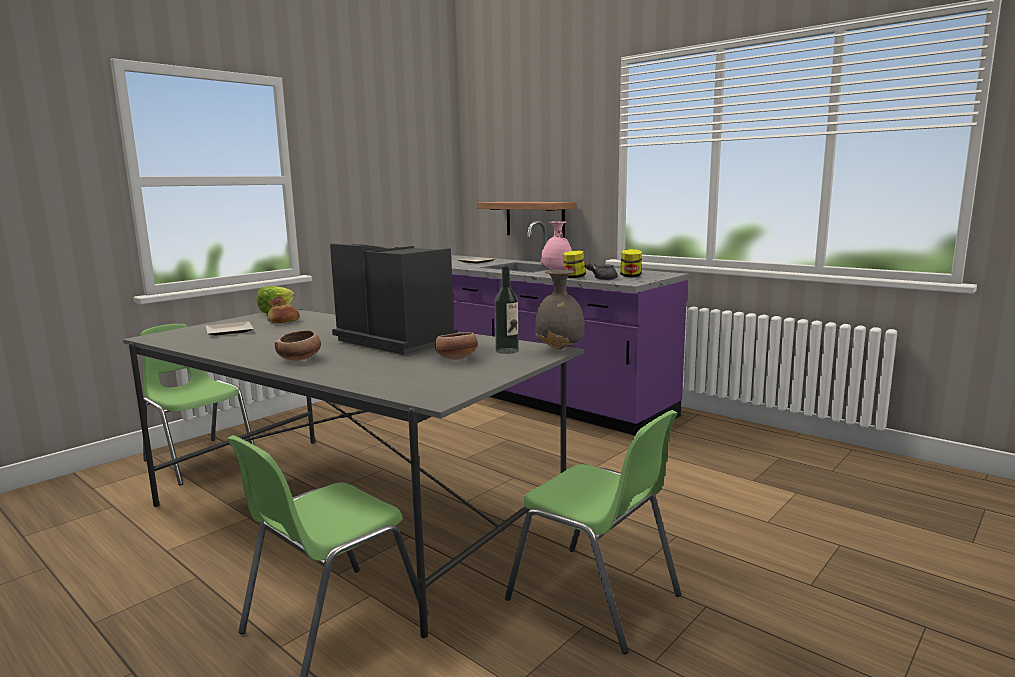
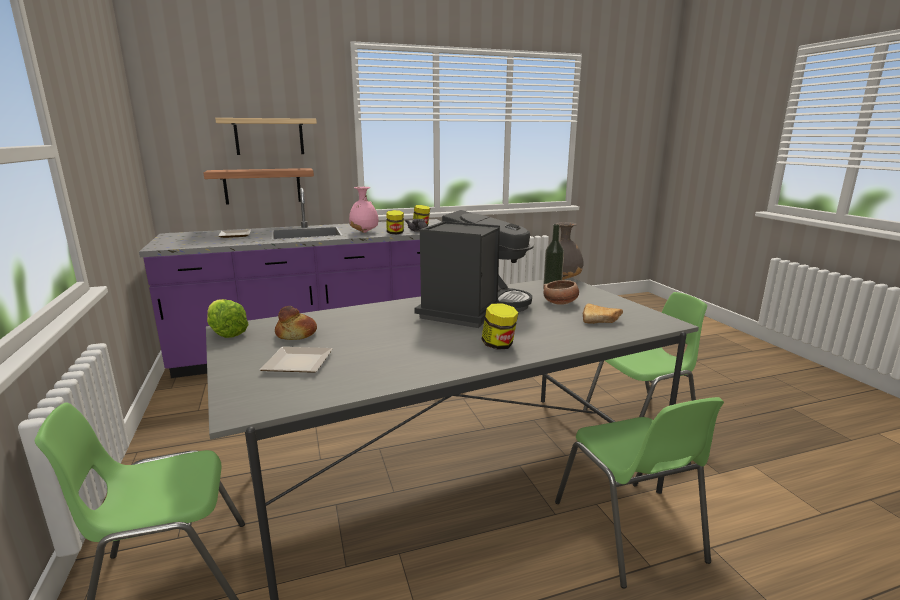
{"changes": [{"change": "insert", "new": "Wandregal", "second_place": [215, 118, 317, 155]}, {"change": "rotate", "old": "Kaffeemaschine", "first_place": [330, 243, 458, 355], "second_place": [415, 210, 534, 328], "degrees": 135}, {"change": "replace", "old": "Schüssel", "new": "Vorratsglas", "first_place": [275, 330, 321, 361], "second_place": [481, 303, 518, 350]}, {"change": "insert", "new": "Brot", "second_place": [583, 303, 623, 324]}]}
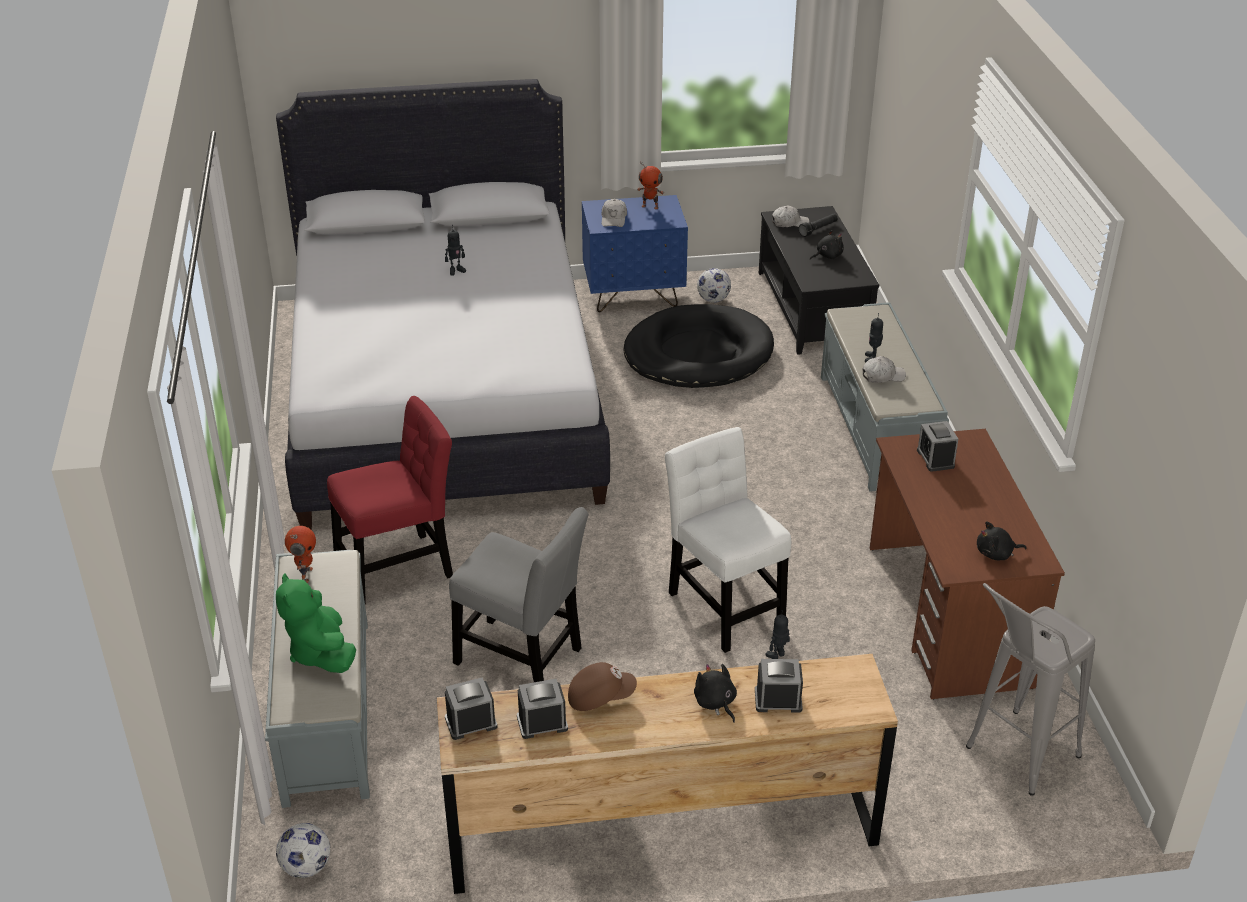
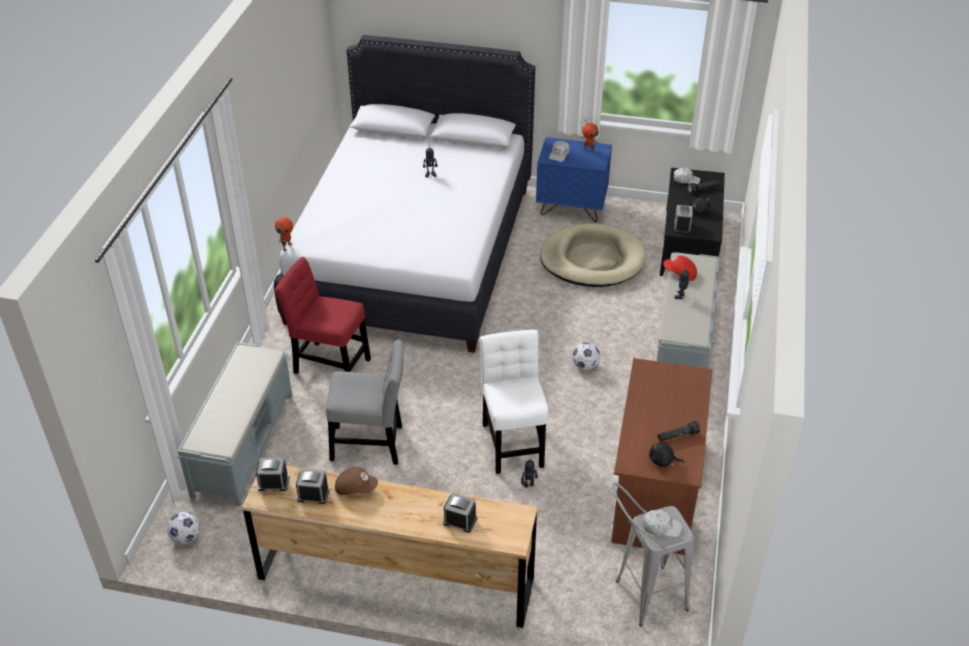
{"changes": [{"change": "move", "old": "Spielzeugroboter", "first_place": [285, 526, 316, 583], "second_place": [275, 217, 293, 251]}, {"change": "rotate", "old": "Stuhl/rot", "first_place": [327, 396, 453, 604], "second_place": [275, 257, 371, 374], "degrees": -150}, {"change": "rotate", "old": "Stuhl/grau", "first_place": [449, 507, 588, 682], "second_place": [326, 339, 404, 465], "degrees": -45}, {"change": "recolor", "old": "Hundebett/schwarz", "new": "Hundebett/beige", "first_place": [624, 304, 774, 388], "second_place": [540, 223, 646, 287]}, {"change": "move", "old": "Fußball", "first_place": [697, 268, 731, 303], "second_place": [572, 342, 600, 370]}, {"change": "move", "old": "Kappe/weiß", "first_place": [862, 356, 906, 383], "second_place": [643, 510, 682, 537]}, {"change": "insert", "new": "Taschenlampe/schwarz", "second_place": [658, 421, 700, 441]}, {"change": "insert", "new": "Kappe/rot", "second_place": [664, 256, 697, 281]}, {"change": "move", "old": "Wecker", "first_place": [917, 421, 958, 472], "second_place": [674, 205, 692, 233]}, {"change": "delete", "old": "Plüschtier/grün", "first_place": [276, 573, 356, 673]}, {"change": "delete", "old": "Plüschtier/schwarz", "first_place": [694, 664, 737, 723]}]}
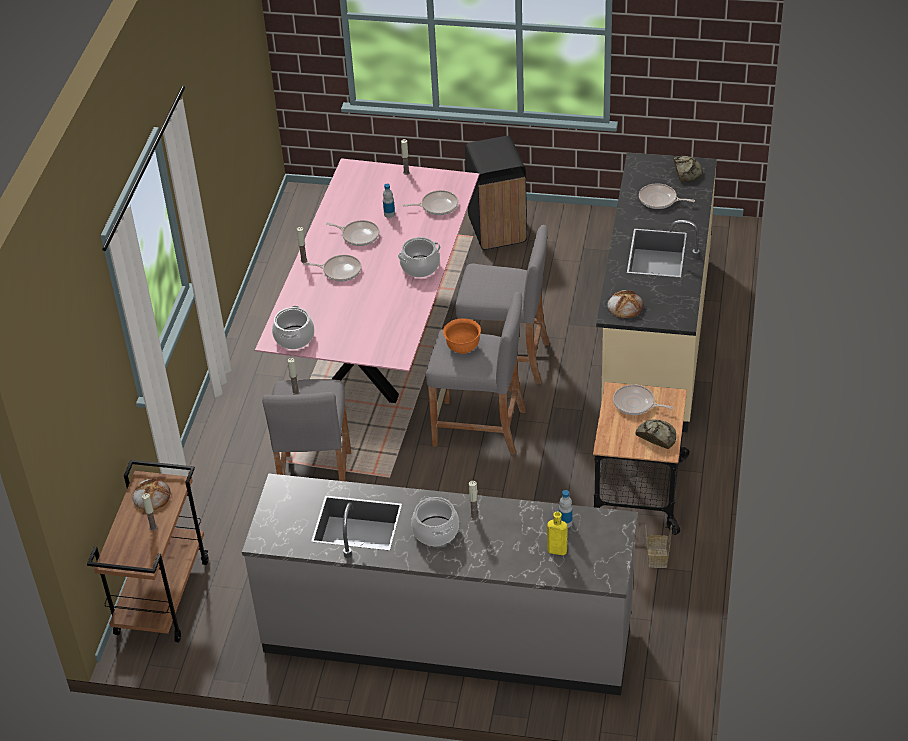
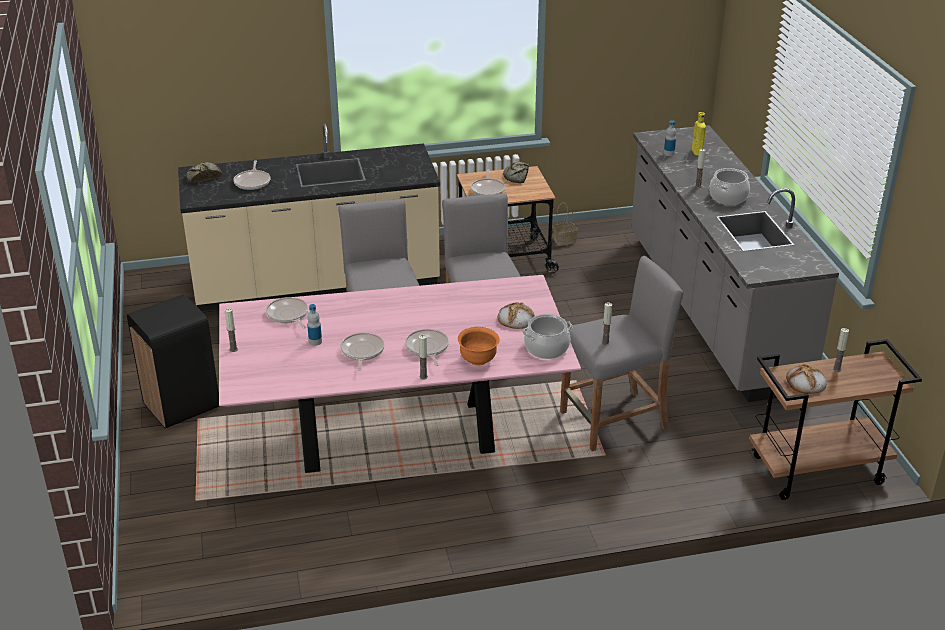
{"changes": [{"change": "move", "old": "Schüssel/orange", "first_place": [443, 318, 481, 354], "second_place": [458, 327, 500, 365]}, {"change": "move", "old": "Brot", "first_place": [607, 290, 644, 318], "second_place": [497, 302, 535, 329]}, {"change": "delete", "old": "Kochtopf", "first_place": [398, 237, 441, 277]}]}
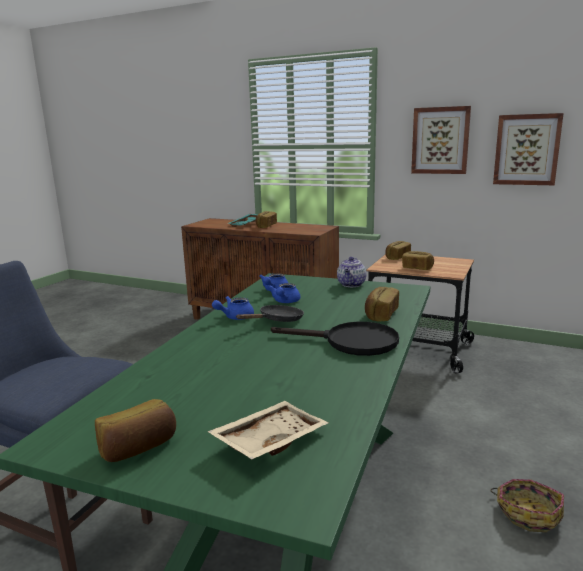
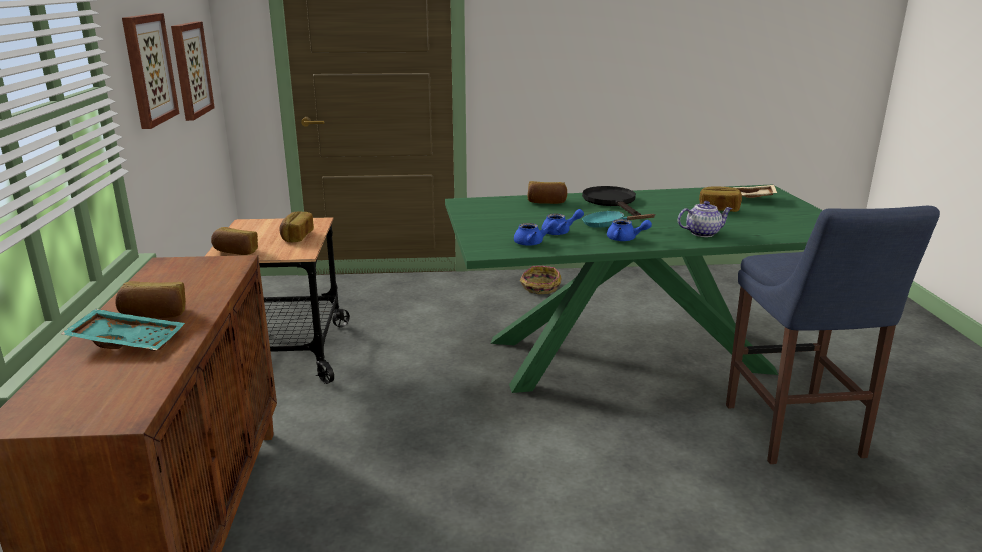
{"changes": [{"change": "recolor", "old": "Pfanne/schwarz", "new": "Pfanne/türkis", "first_place": [236, 305, 304, 322], "second_place": [582, 211, 655, 228]}, {"change": "move", "old": "Teekanne", "first_place": [337, 257, 367, 287], "second_place": [678, 201, 732, 237]}, {"change": "move", "old": "Brot", "first_place": [95, 399, 176, 462], "second_place": [699, 186, 742, 212]}]}
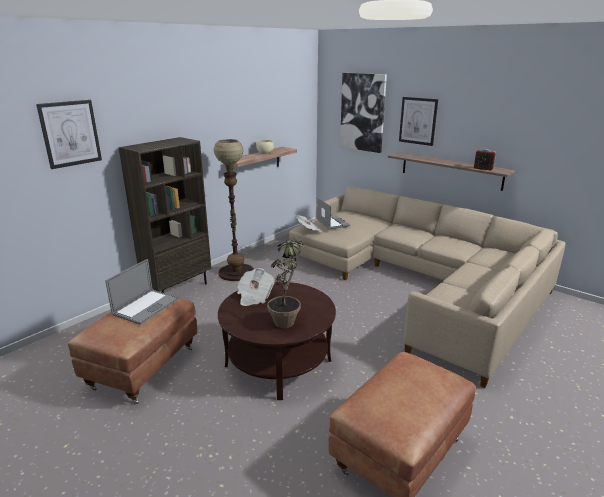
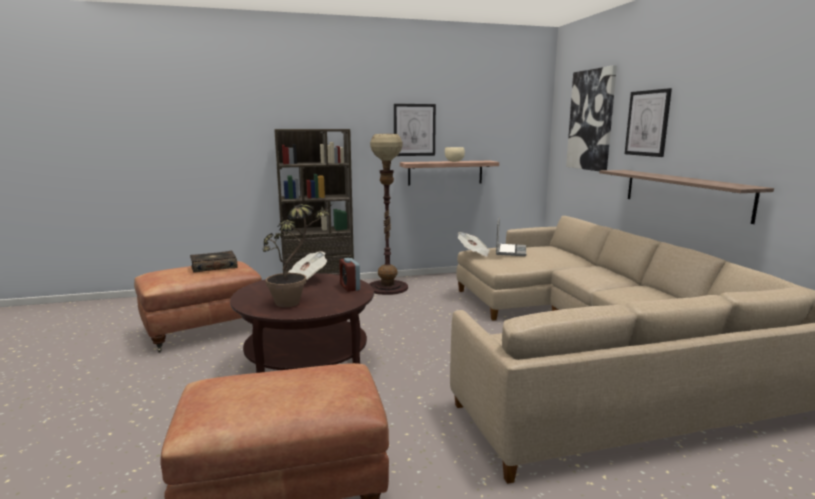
{"changes": [{"change": "replace", "old": "Laptop", "new": "Buch", "first_place": [105, 259, 179, 325], "second_place": [190, 251, 238, 273]}, {"change": "move", "old": "Wecker", "first_place": [474, 149, 496, 170], "second_place": [339, 258, 360, 292]}, {"change": "move", "old": "Bild", "first_place": [36, 100, 102, 169], "second_place": [394, 104, 436, 156]}]}
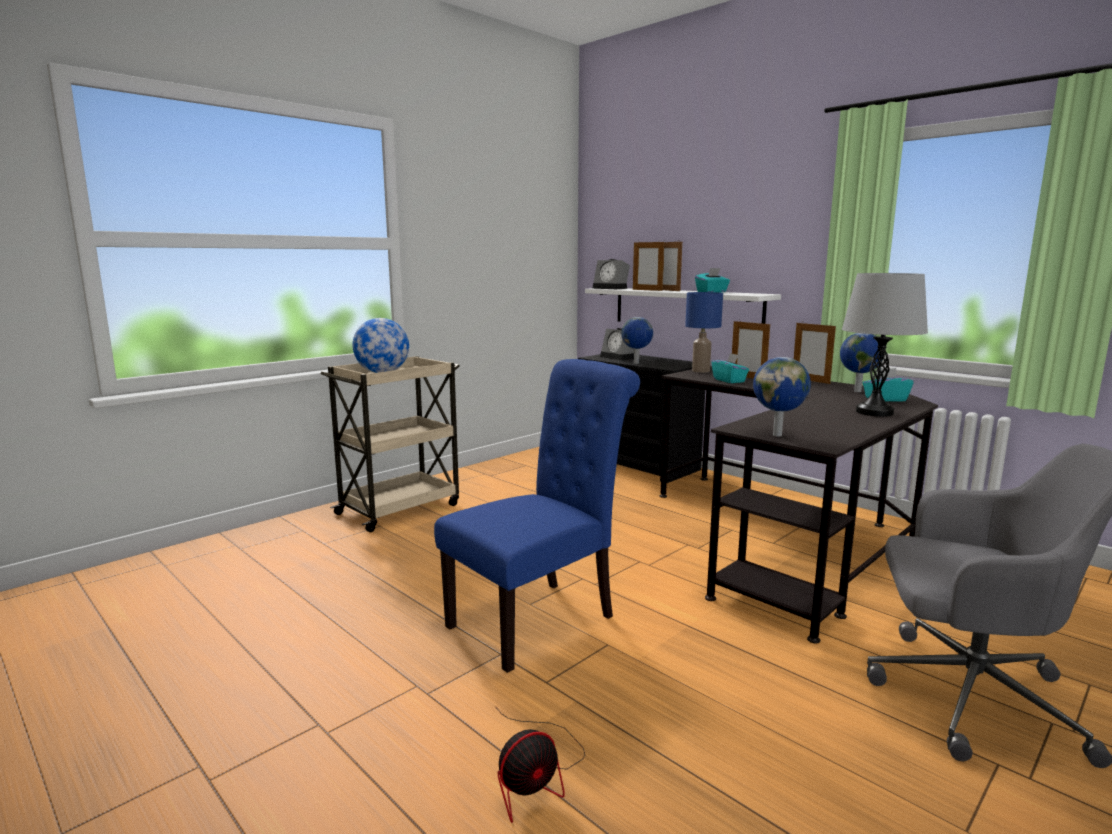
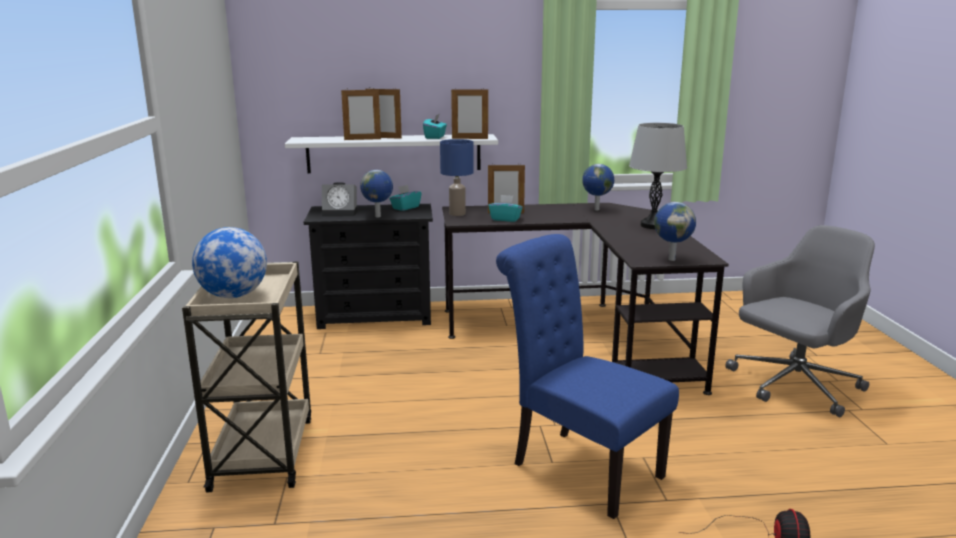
{"changes": [{"change": "move", "old": "Taschentuchbox/türkis", "first_place": [863, 368, 914, 402], "second_place": [389, 185, 422, 211]}, {"change": "move", "old": "Bilderrahmen", "first_place": [794, 322, 836, 384], "second_place": [451, 89, 488, 139]}, {"change": "rotate", "old": "Stuhl/blau", "first_place": [434, 359, 640, 673], "second_place": [496, 234, 679, 519], "degrees": -45}, {"change": "delete", "old": "Wecker", "first_place": [592, 259, 630, 289]}]}
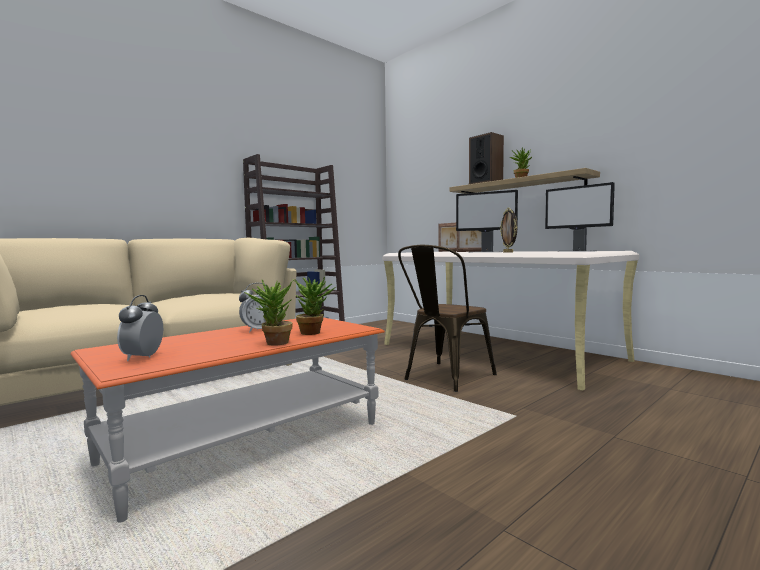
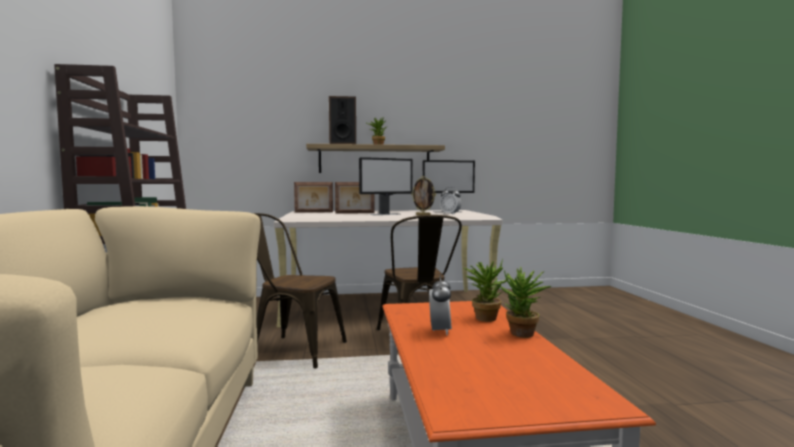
{"changes": [{"change": "insert", "new": "Stuhl/braun", "second_place": [253, 213, 347, 368]}, {"change": "move", "old": "Wecker", "first_place": [117, 295, 163, 361], "second_place": [440, 187, 462, 214]}]}
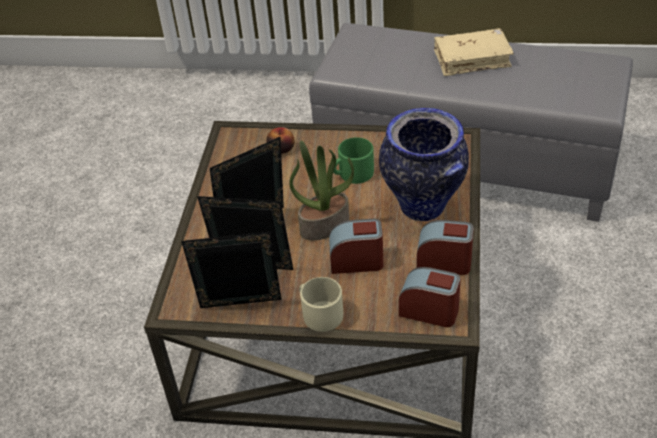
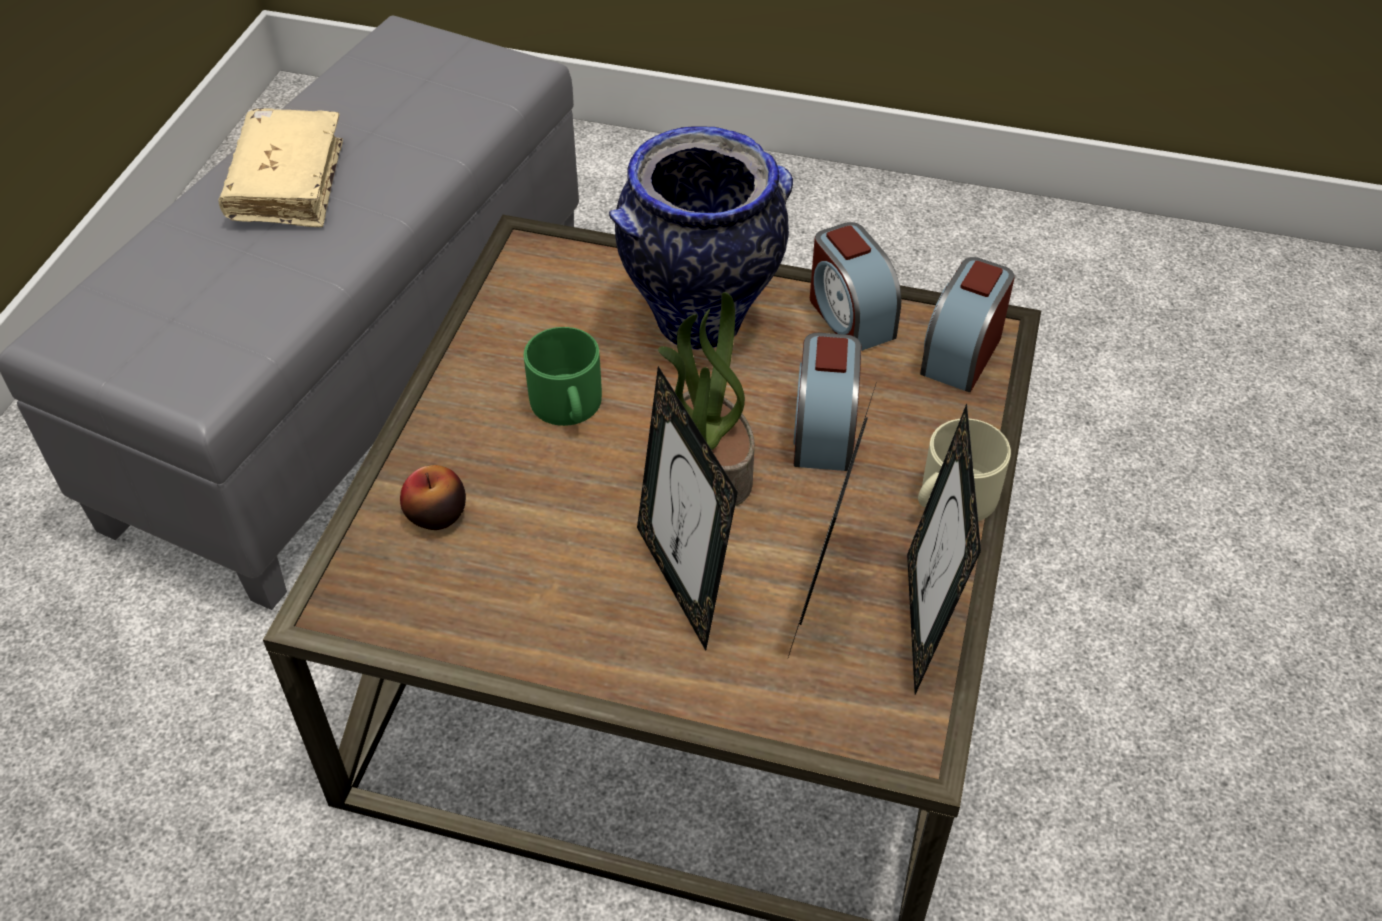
{"changes": [{"change": "rotate", "old": "Wecker", "first_place": [417, 220, 474, 275], "second_place": [810, 222, 902, 351], "degrees": -45}]}
